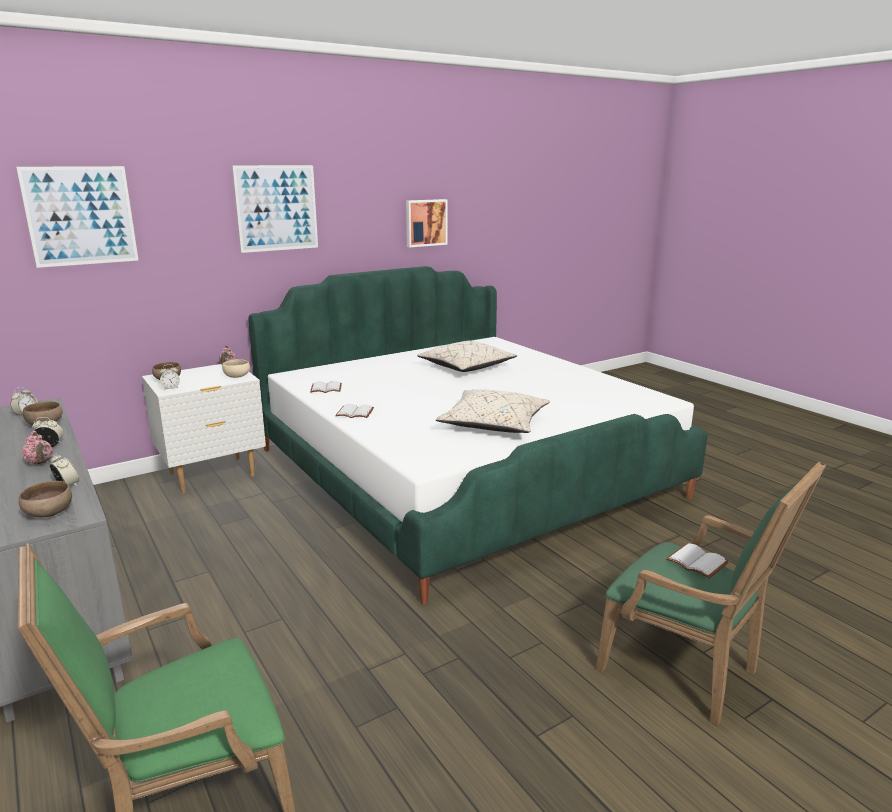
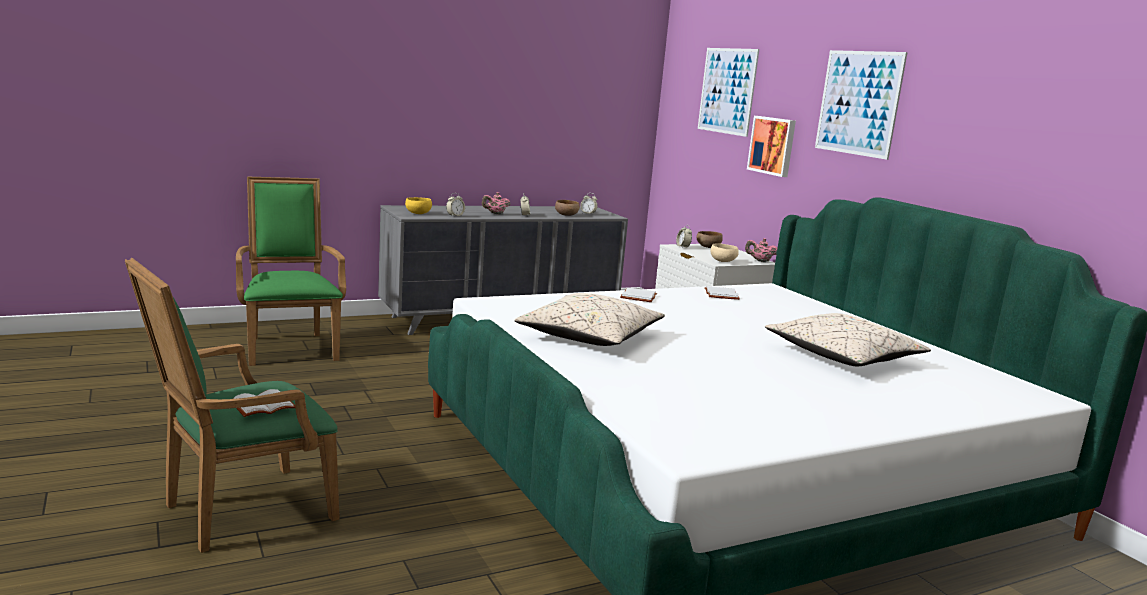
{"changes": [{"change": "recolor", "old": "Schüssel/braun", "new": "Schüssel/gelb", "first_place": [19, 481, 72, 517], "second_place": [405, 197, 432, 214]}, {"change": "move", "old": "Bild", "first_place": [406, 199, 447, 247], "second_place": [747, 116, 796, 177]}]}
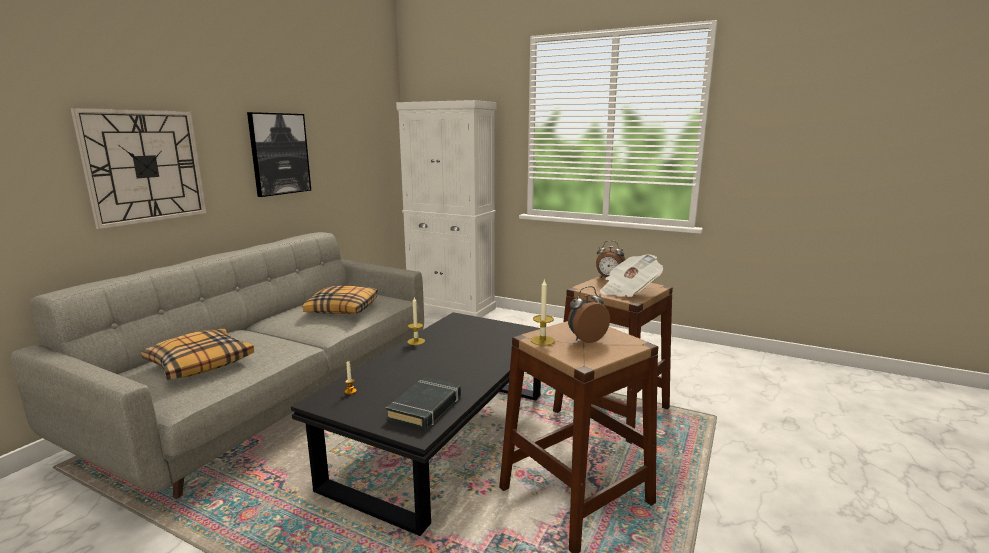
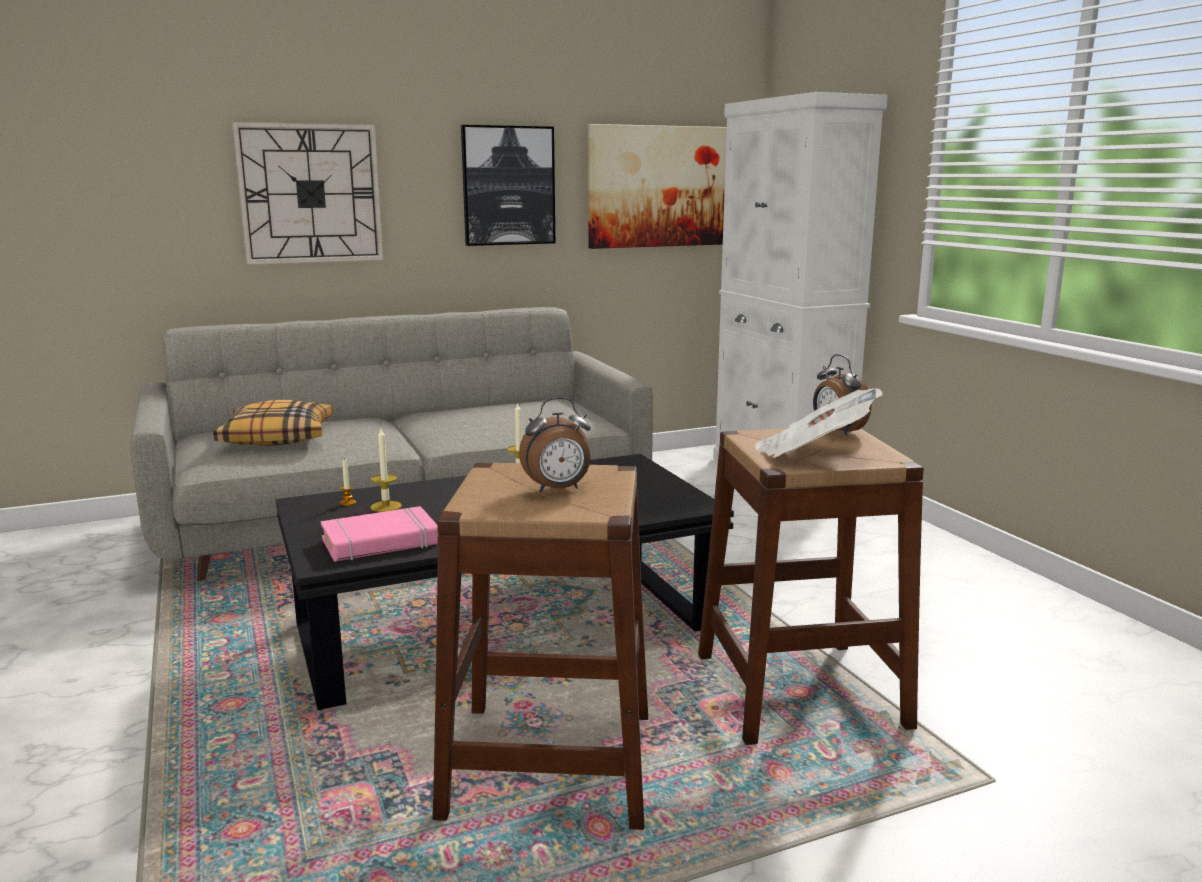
{"changes": [{"change": "recolor", "old": "Buch/schwarz", "new": "Buch/rosa", "first_place": [386, 377, 461, 430], "second_place": [321, 506, 438, 562]}, {"change": "move", "old": "Kerze", "first_place": [531, 278, 555, 346], "second_place": [370, 429, 402, 512]}, {"change": "rotate", "old": "Wecker", "first_place": [568, 286, 610, 343], "second_place": [519, 397, 591, 492], "degrees": 150}, {"change": "insert", "new": "Bild", "second_place": [588, 124, 727, 249]}, {"change": "delete", "old": "Kissen", "first_place": [303, 286, 378, 314]}]}
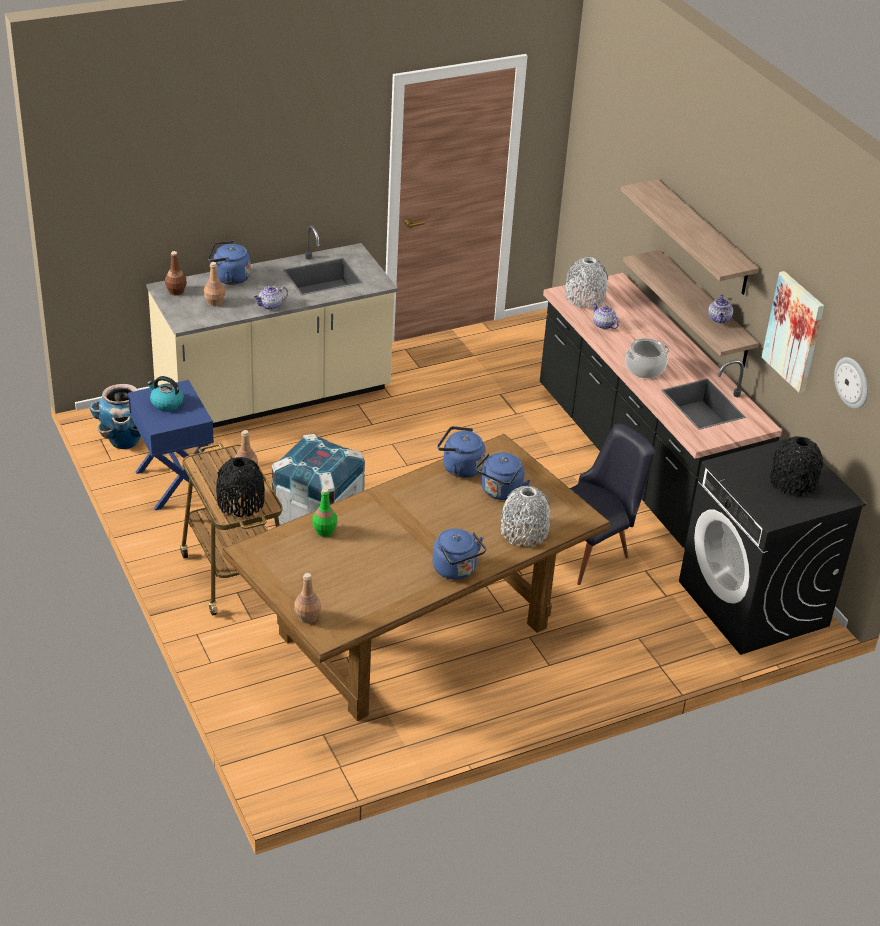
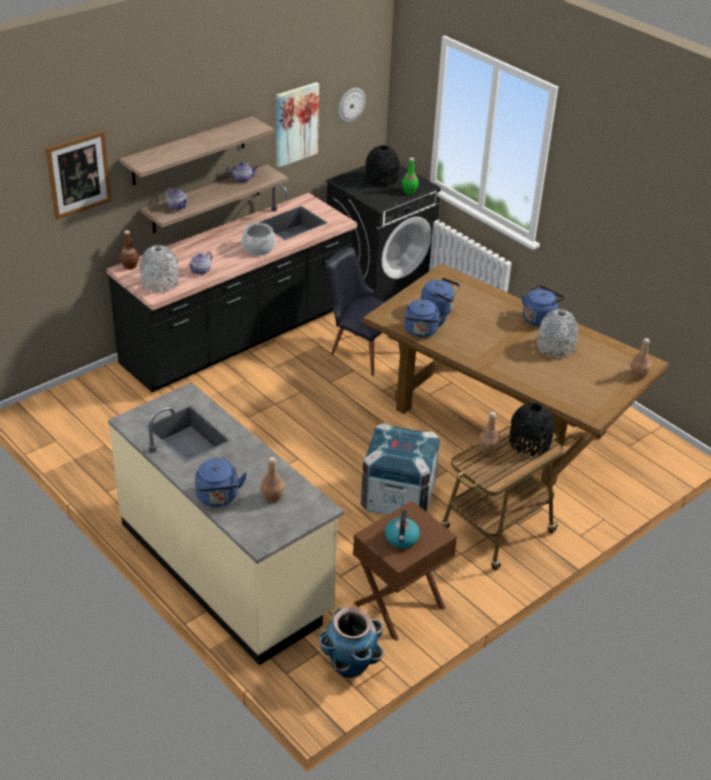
{"changes": [{"change": "insert", "new": "Bild", "second_place": [46, 131, 112, 220]}, {"change": "move", "old": "Flasche/braun", "first_place": [165, 251, 187, 296], "second_place": [120, 230, 139, 270]}, {"change": "move", "old": "Teekanne", "first_place": [253, 286, 288, 310], "second_place": [165, 188, 188, 210]}, {"change": "recolor", "old": "Nachttisch/blau", "new": "Nachttisch/braun", "first_place": [128, 380, 214, 510], "second_place": [353, 501, 457, 641]}, {"change": "move", "old": "Flasche/grün", "first_place": [312, 488, 337, 537], "second_place": [402, 158, 419, 194]}, {"change": "move", "old": "Vase/grau", "first_place": [501, 486, 550, 547], "second_place": [537, 309, 579, 358]}]}
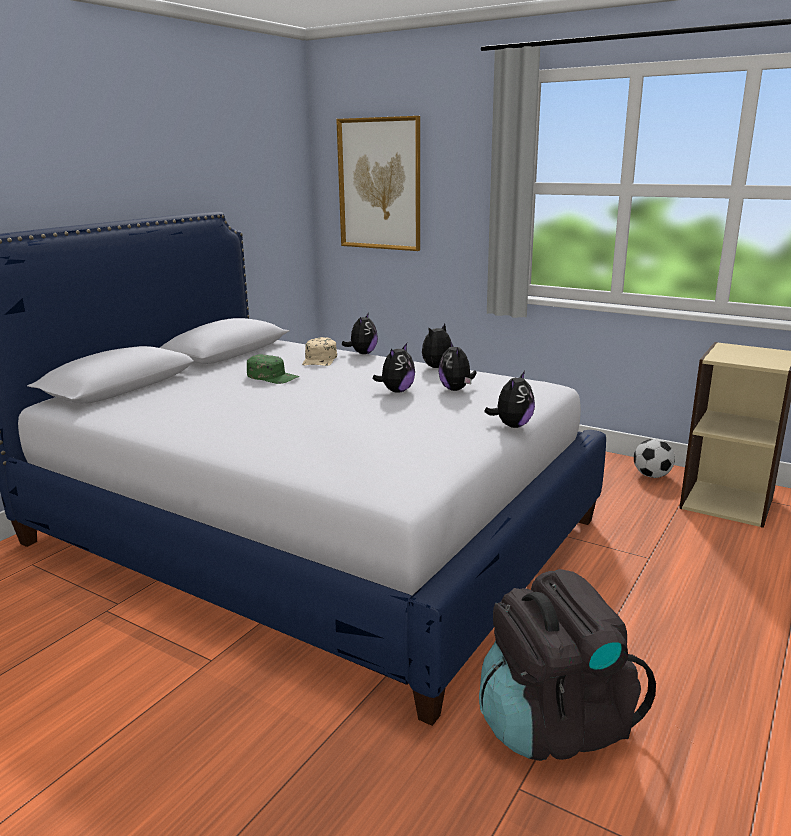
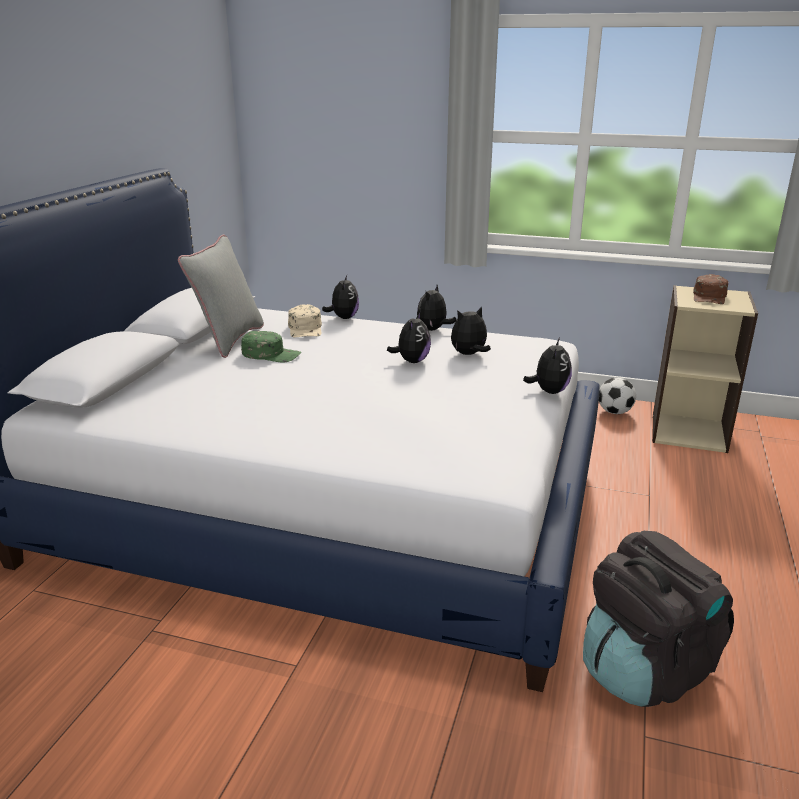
{"changes": [{"change": "insert", "new": "Kissen/grau", "second_place": [178, 235, 264, 358]}, {"change": "rotate", "old": "Plüschtier", "first_place": [439, 341, 476, 391], "second_place": [451, 306, 491, 355], "degrees": 90}, {"change": "insert", "new": "Kappe/braun", "second_place": [693, 274, 728, 304]}, {"change": "delete", "old": "Bild", "first_place": [336, 116, 420, 251]}]}
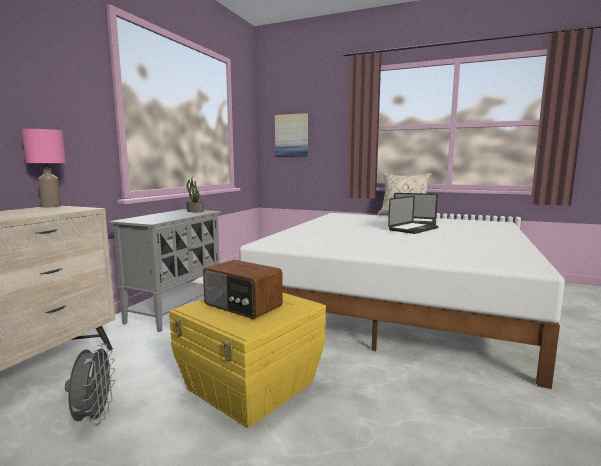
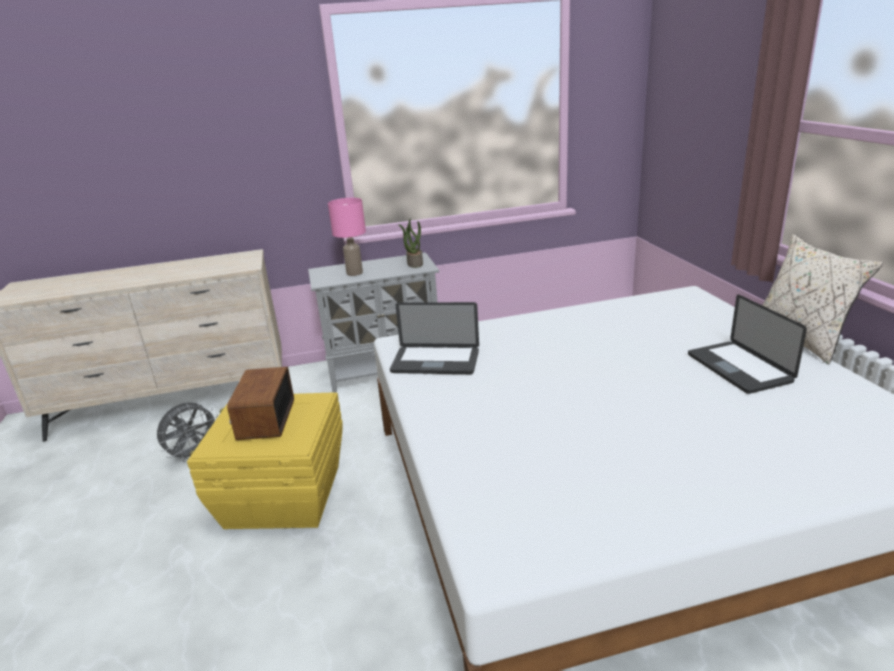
{"changes": [{"change": "move", "old": "Tischlampe/rosa", "first_place": [21, 129, 66, 207], "second_place": [328, 198, 366, 276]}, {"change": "move", "old": "Laptop", "first_place": [388, 196, 438, 234], "second_place": [390, 302, 479, 374]}, {"change": "delete", "old": "Bild", "first_place": [275, 113, 308, 157]}]}
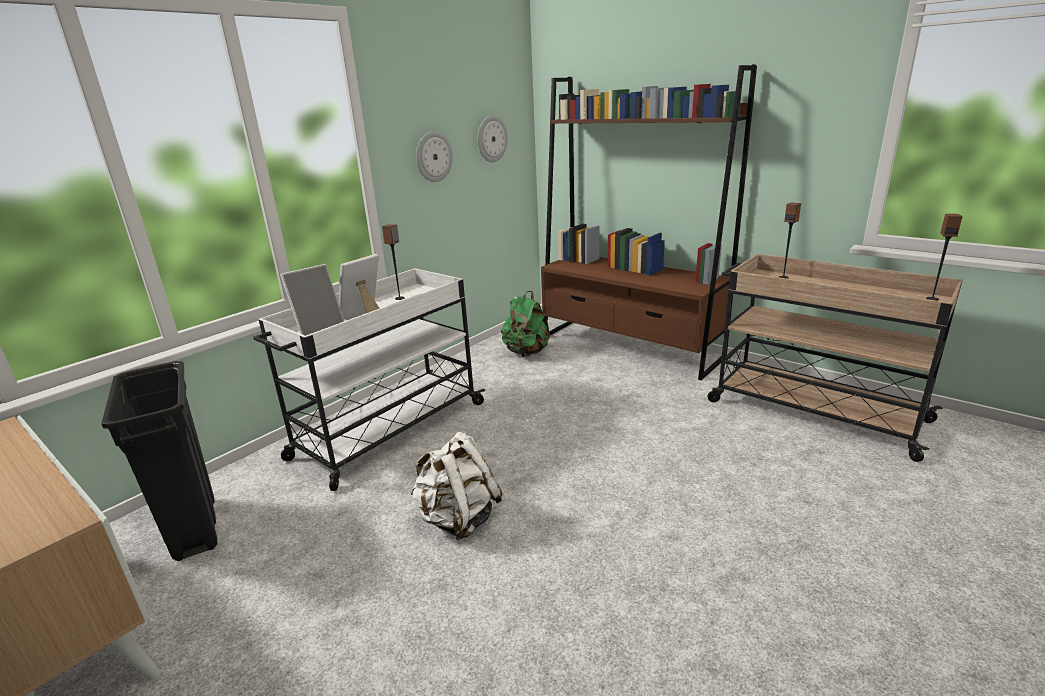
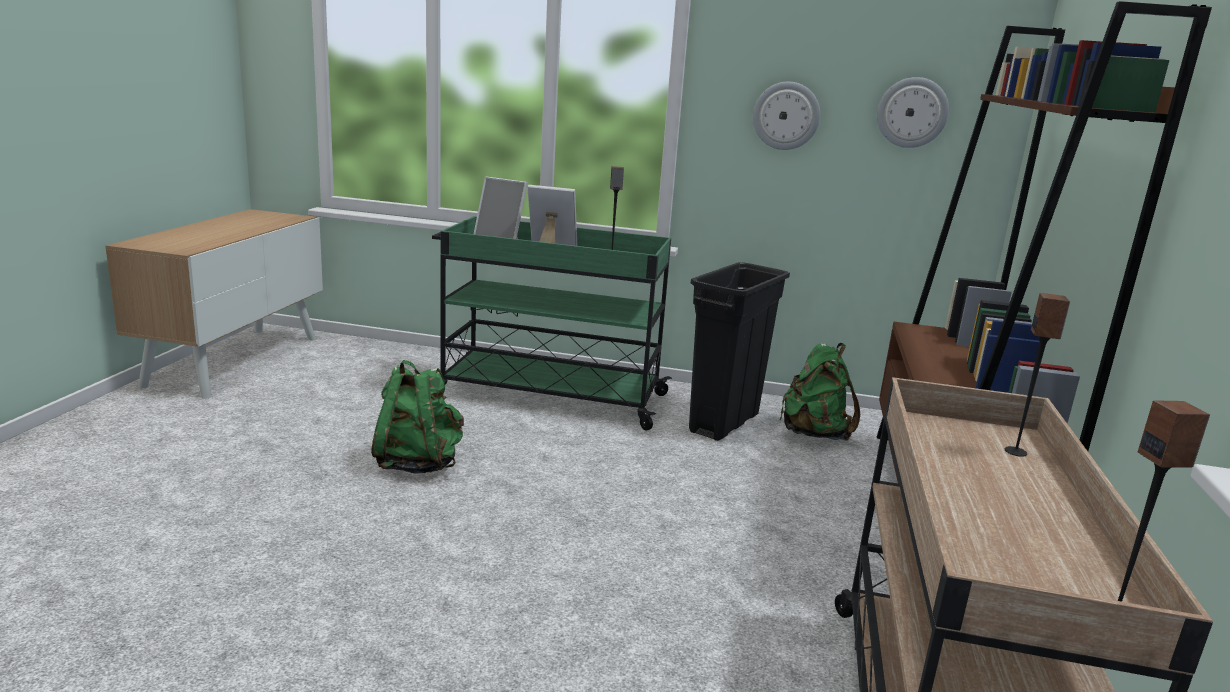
{"changes": [{"change": "recolor", "old": "Rucksack/weiß", "new": "Rucksack/grün", "first_place": [410, 432, 503, 540], "second_place": [371, 360, 464, 474]}, {"change": "recolor", "old": "Rollwagen/weiß", "new": "Rollwagen/grün", "first_place": [253, 268, 485, 491], "second_place": [432, 216, 672, 430]}, {"change": "move", "old": "Mülleimer/schwarz", "first_place": [101, 361, 217, 561], "second_place": [689, 262, 790, 441]}]}
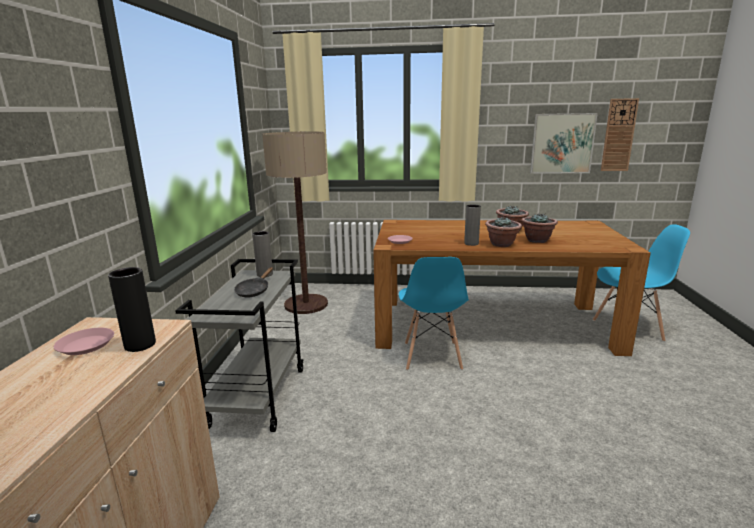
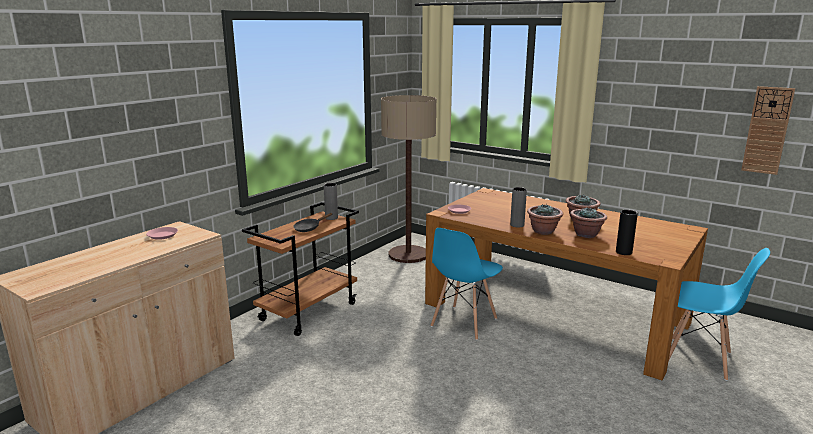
{"changes": [{"change": "recolor", "old": "Rollwagen/grau", "new": "Rollwagen/braun", "first_place": [175, 259, 304, 432], "second_place": [242, 202, 359, 336]}, {"change": "move", "old": "Vase/schwarz", "first_place": [108, 267, 156, 352], "second_place": [616, 210, 638, 255]}, {"change": "delete", "old": "Bild", "first_place": [530, 113, 598, 174]}]}
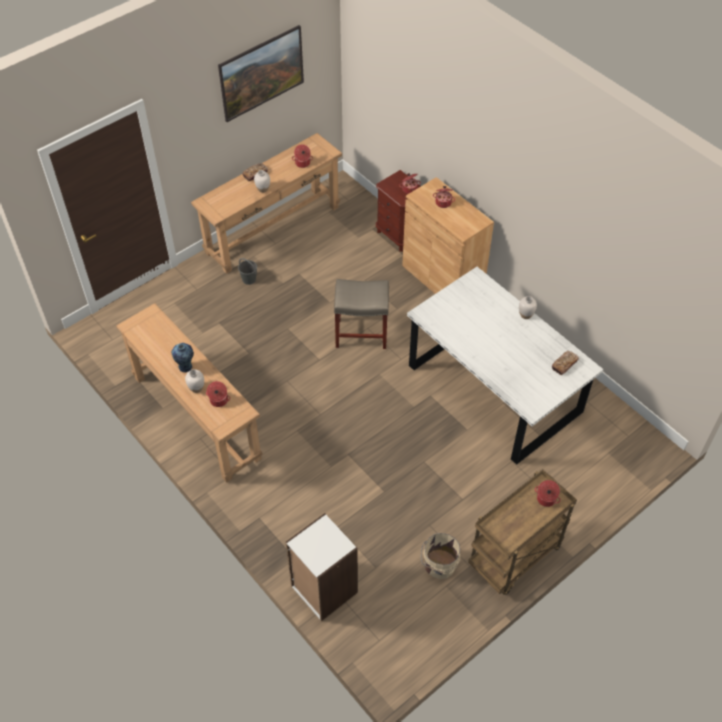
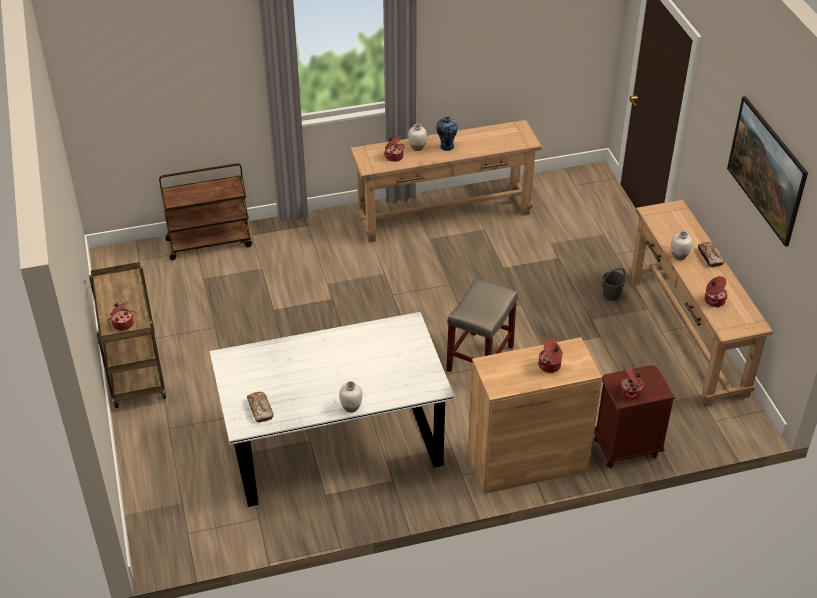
{"changes": [{"change": "replace", "old": "Bücherregal/weiß", "new": "Rollwagen/braun", "first_place": [286, 513, 358, 621], "second_place": [159, 163, 252, 260]}, {"change": "delete", "old": "Eimer/beige", "first_place": [421, 533, 460, 579]}]}
